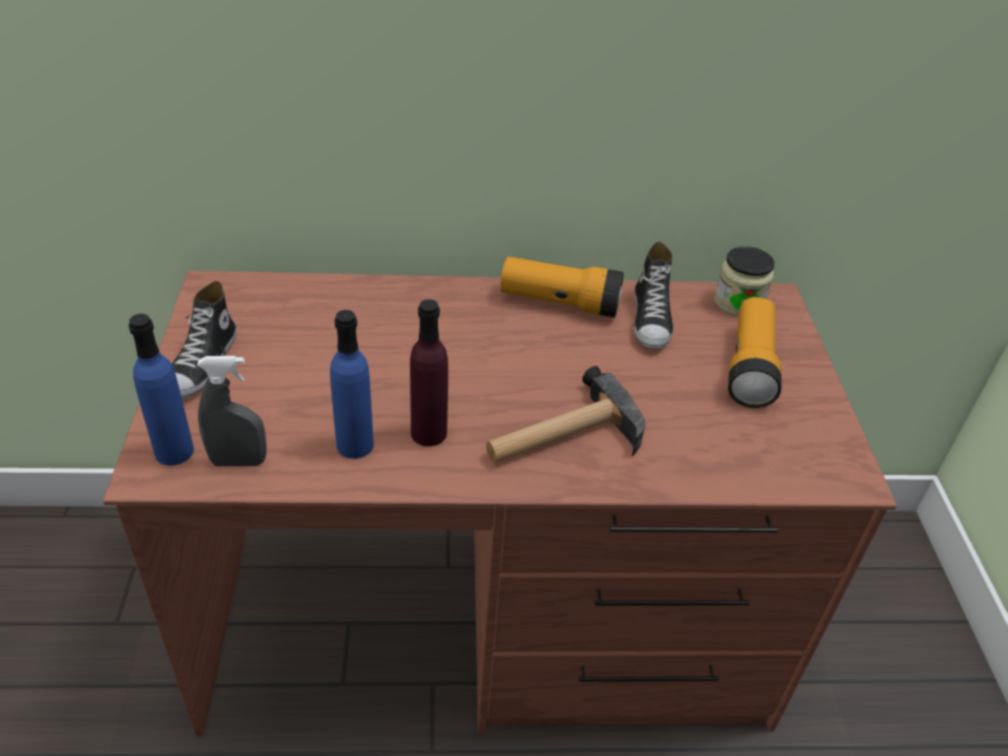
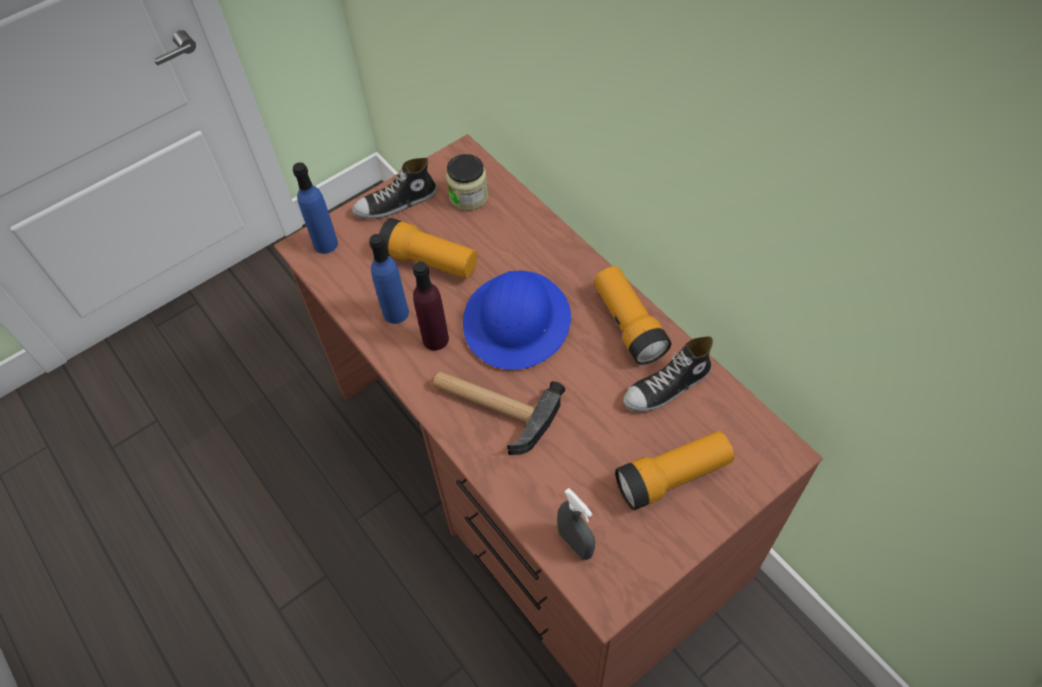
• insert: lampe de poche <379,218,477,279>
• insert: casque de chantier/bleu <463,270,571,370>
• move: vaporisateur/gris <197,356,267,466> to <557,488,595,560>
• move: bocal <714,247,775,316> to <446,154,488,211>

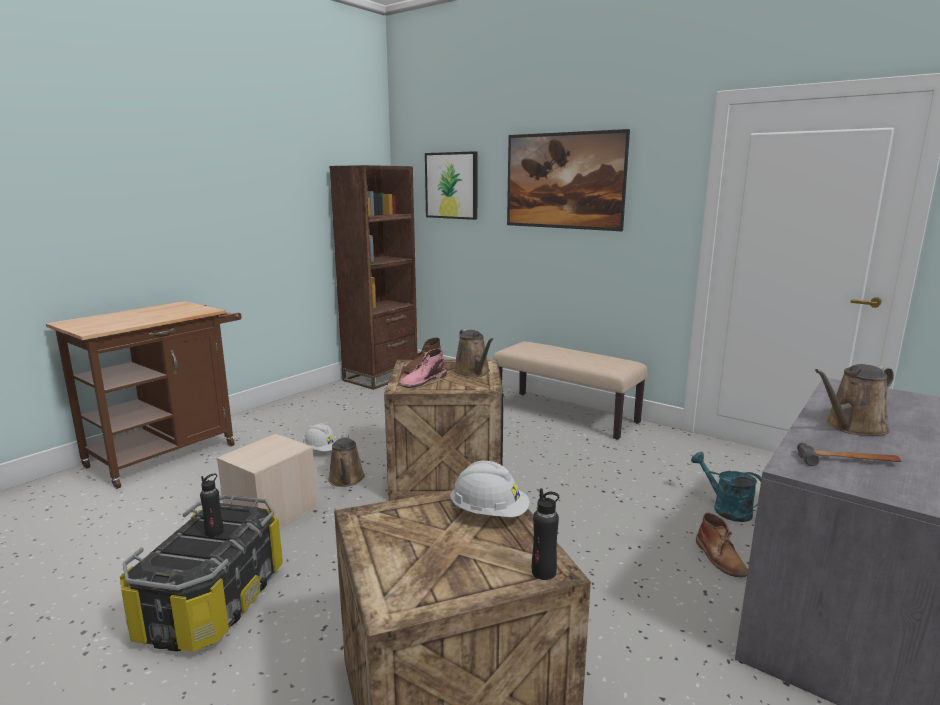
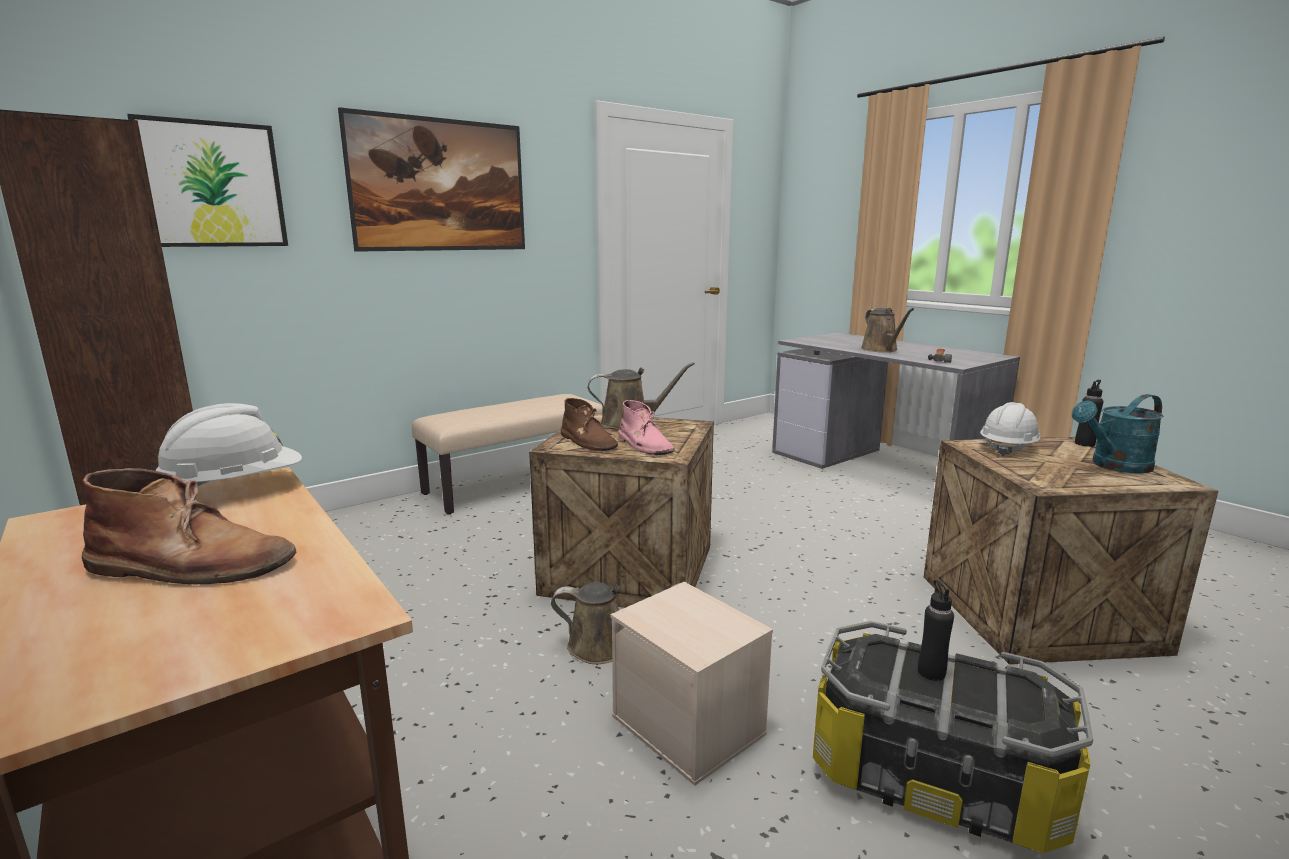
• move: casque de chantier/blanc <303,423,338,451> to <155,403,302,486>
• move: arrosoir/turquoise <691,452,762,522> to <1072,394,1163,473>
• move: botte/marron <696,513,748,577> to <82,468,297,584>

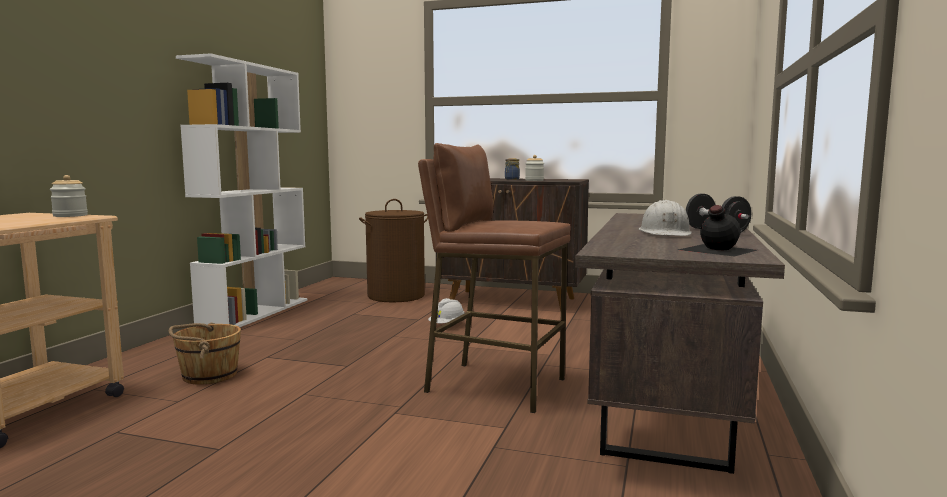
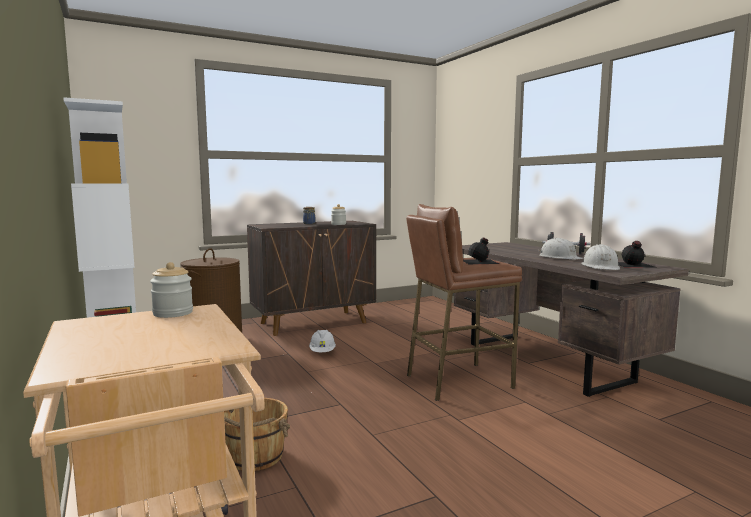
• insert: bouteille/noir <463,237,499,264>
• insert: casque de chantier/blanc <581,244,620,270>

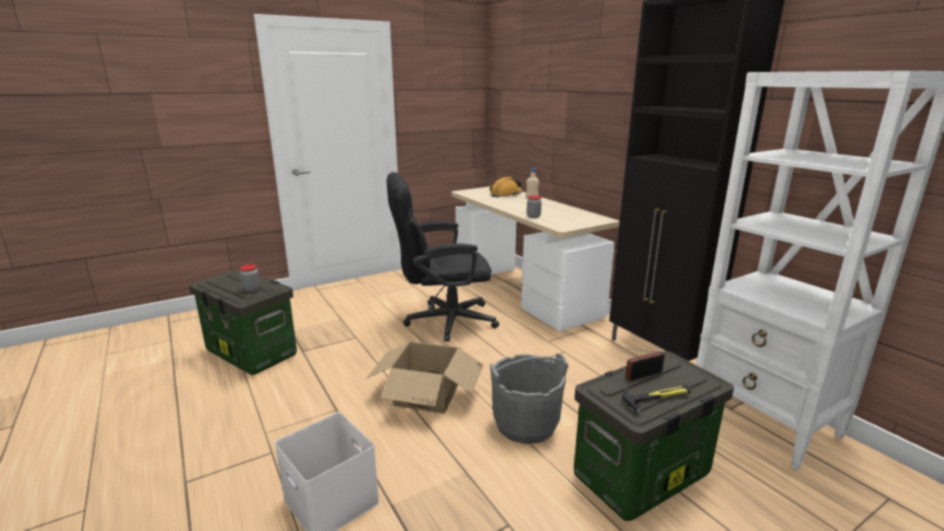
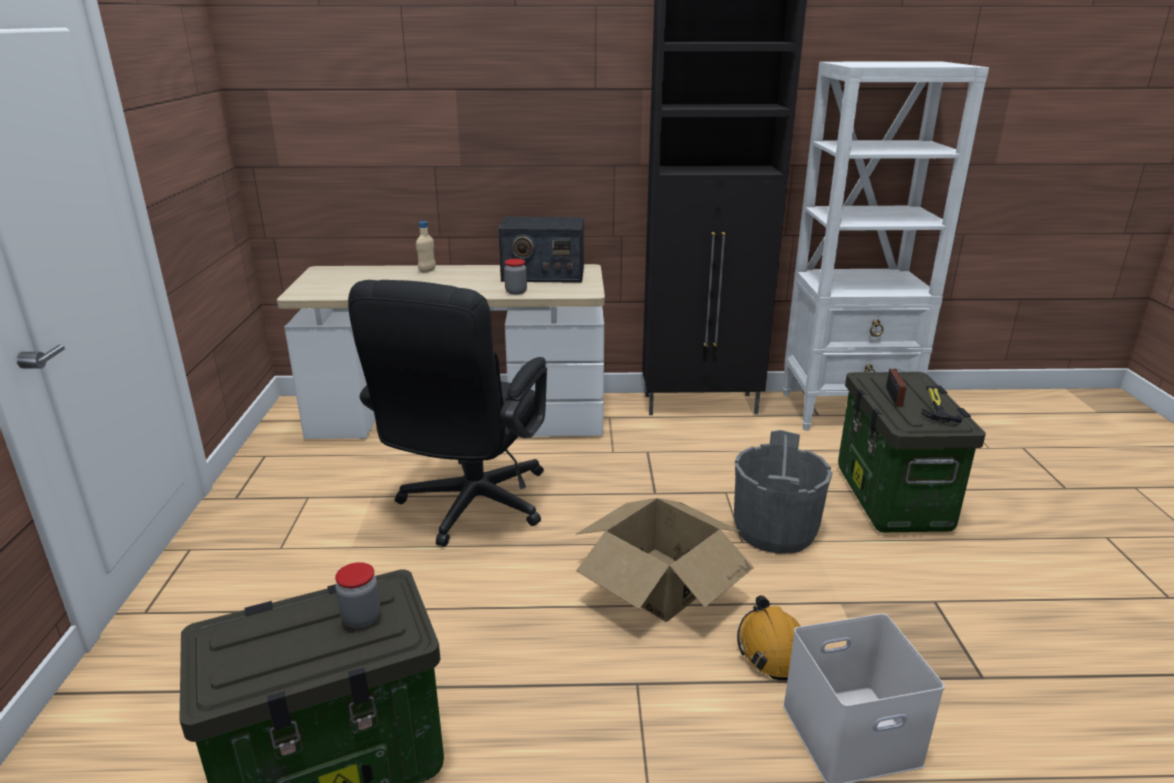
• insert: radio <498,217,584,283>
• move: casque de chantier/orange <489,177,523,197> to <737,595,800,680>

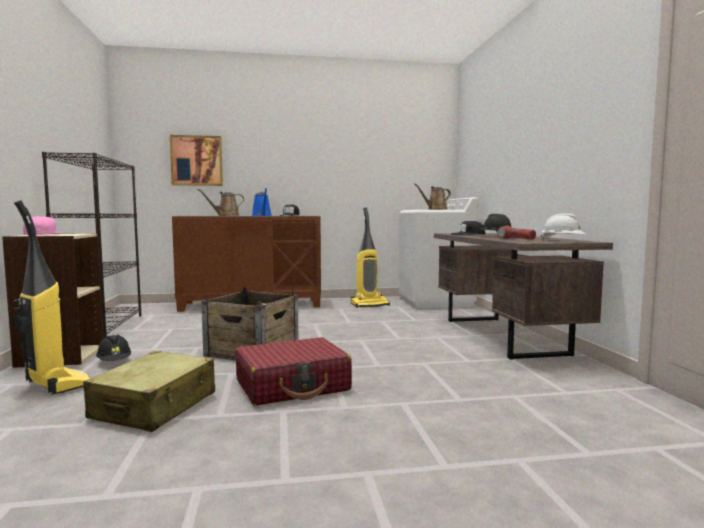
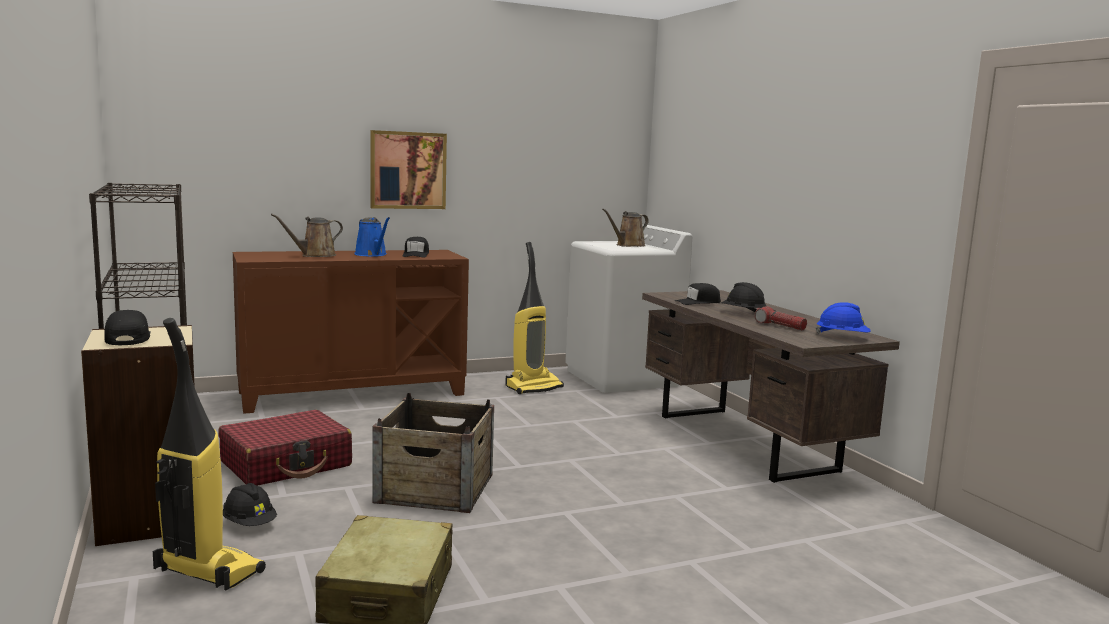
• move: tableau <170,135,223,186> to <370,130,447,209>
• move: valise/rouge <235,337,352,406> to <219,410,352,486>
• recolor: casquette/rose <23,216,64,235> to casquette/noir <104,310,151,345>
• recolor: casque de chantier/blanc <540,213,586,241> to casque de chantier/bleu <815,303,871,335>

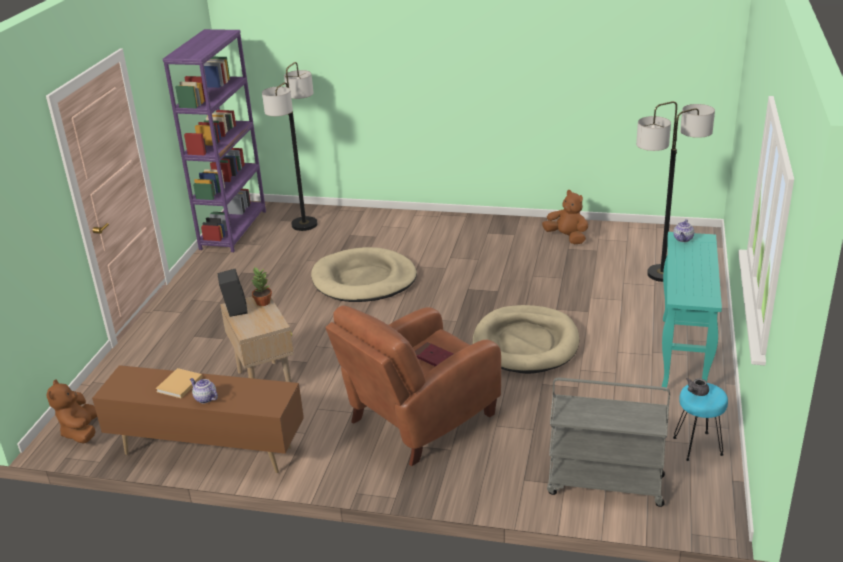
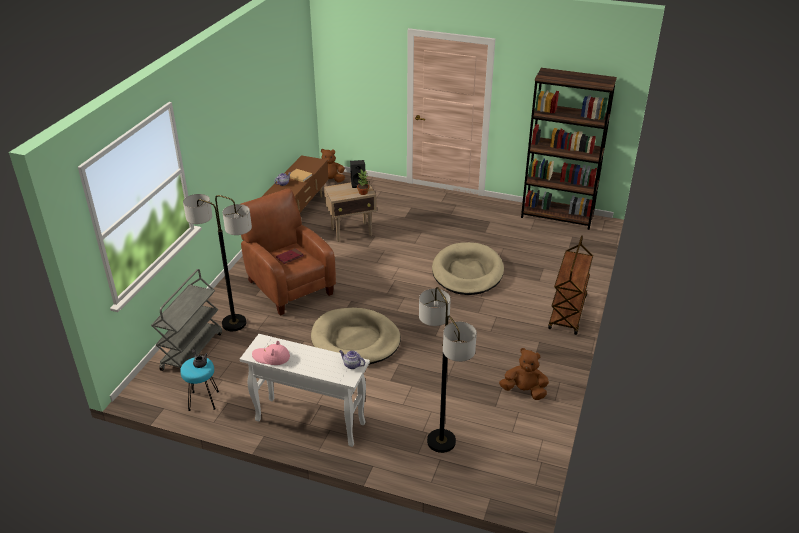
• insert: chapeau/rose <252,341,290,365>
• insert: chariot/marron <548,235,593,335>
• move: lampadaire <262,62,318,231> to <183,194,252,331>
• recolor: bibliothèque/violet <163,29,266,252> to bibliothèque/marron <521,68,617,230>
• recolor: table console/turquoise <662,232,722,391> to table console/blanc <240,334,370,447>
• rotate: peluche/marron <542,190,588,244> = <499,348,549,400> 120 degrees counterclockwise

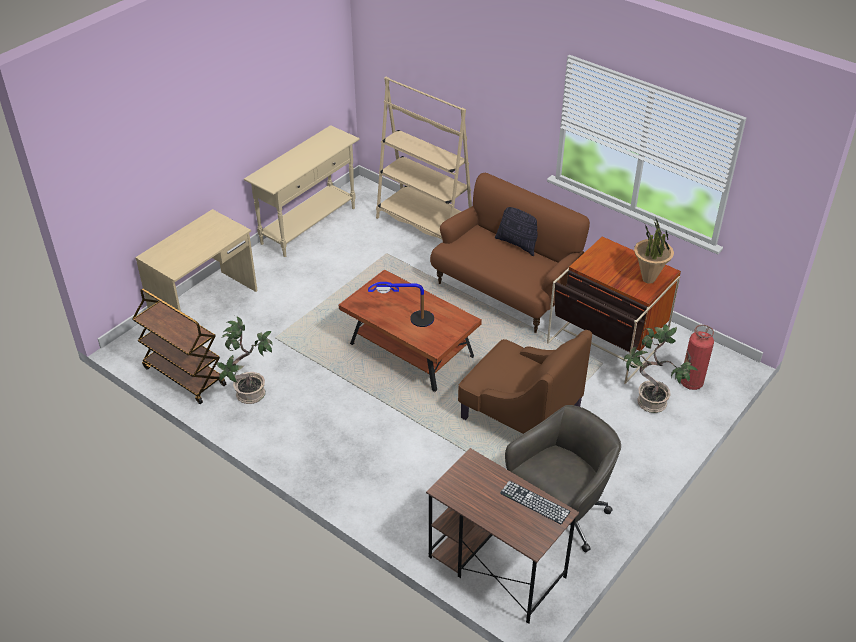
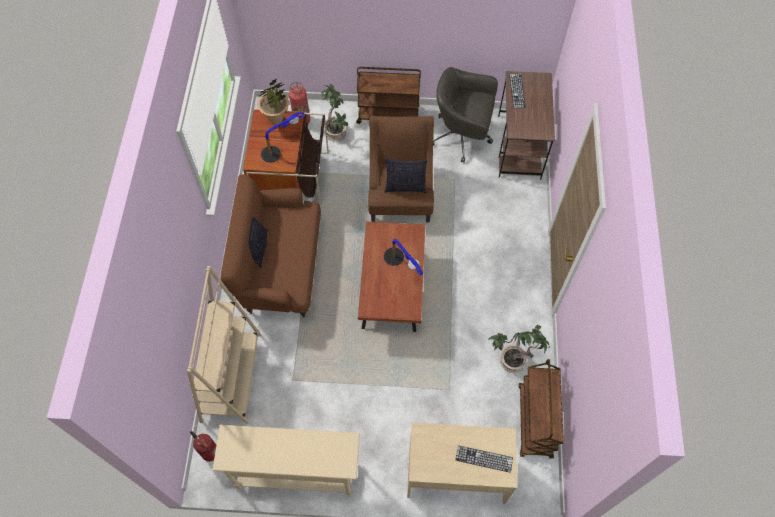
• insert: extincteur <190,431,216,461>
• insert: lampe de table <261,112,305,163>
• insert: chariot/marron <356,67,421,124>
• insert: coussin <384,158,428,193>
• insert: clavier <455,445,513,473>

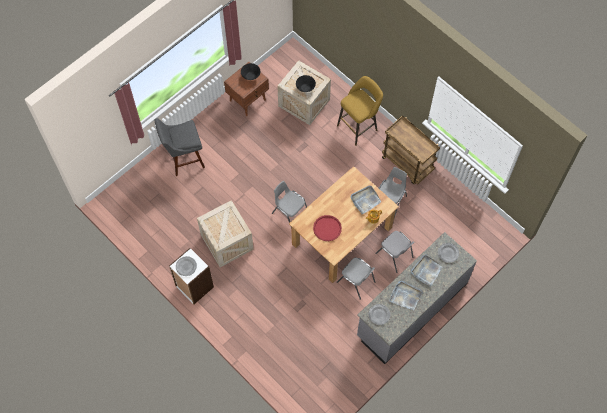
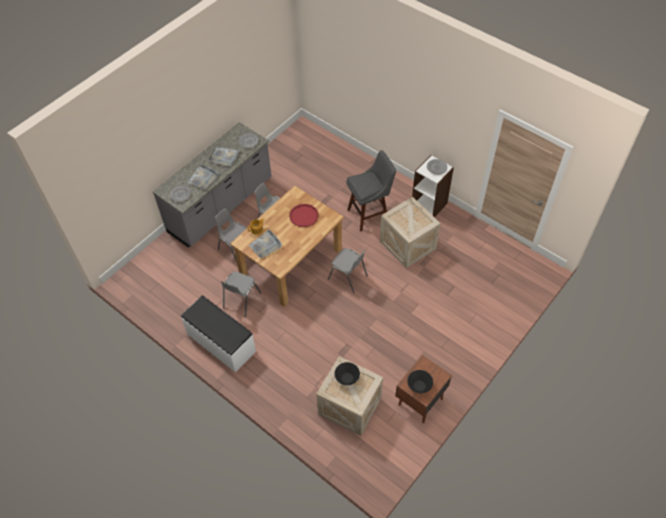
• delete: tabouret/jaune <337,76,383,146>
• move: tabouret/gris <155,118,205,176> to <346,150,396,231>
• replace: chariot/marron <382,115,440,184> to banc/blanc <181,296,256,372>

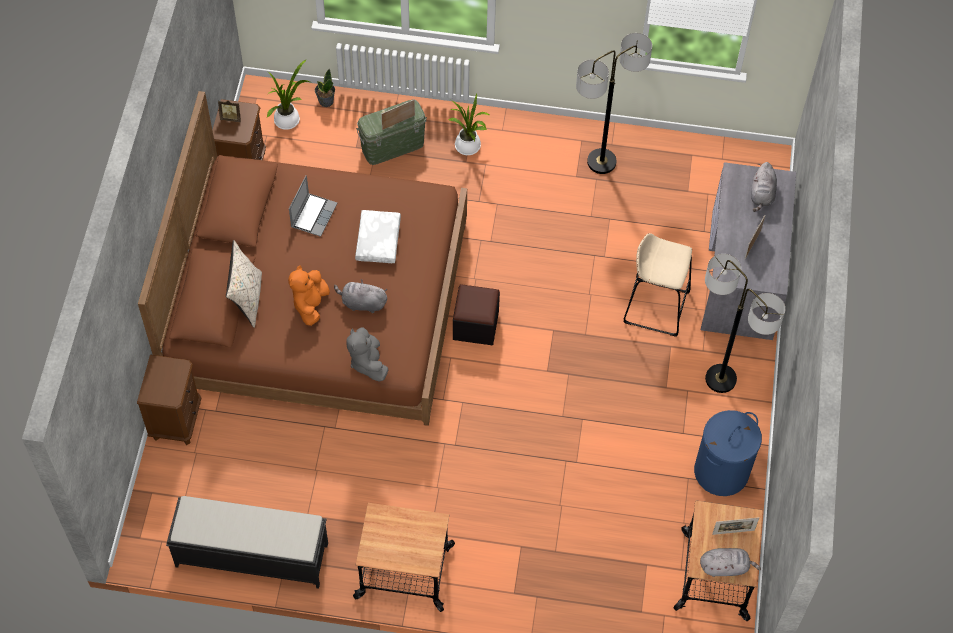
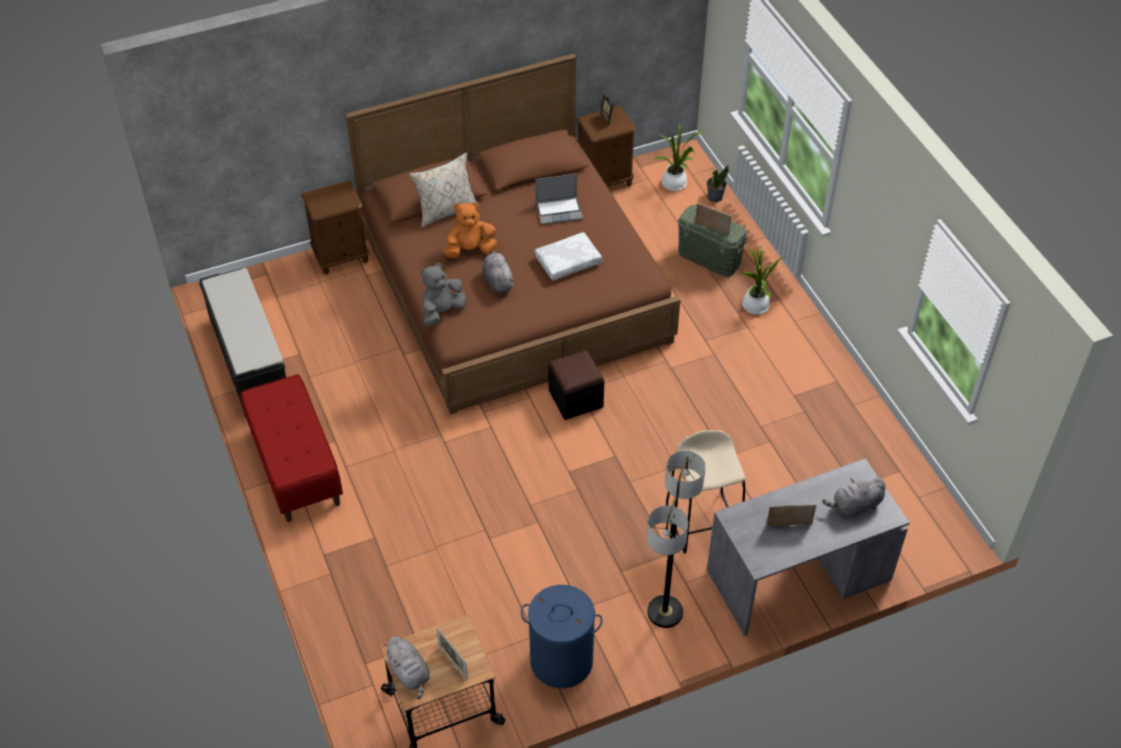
• delete: lampadaire <576,33,652,174>
• replace: chariot <353,503,455,612> to banc/rouge <241,375,343,522>

